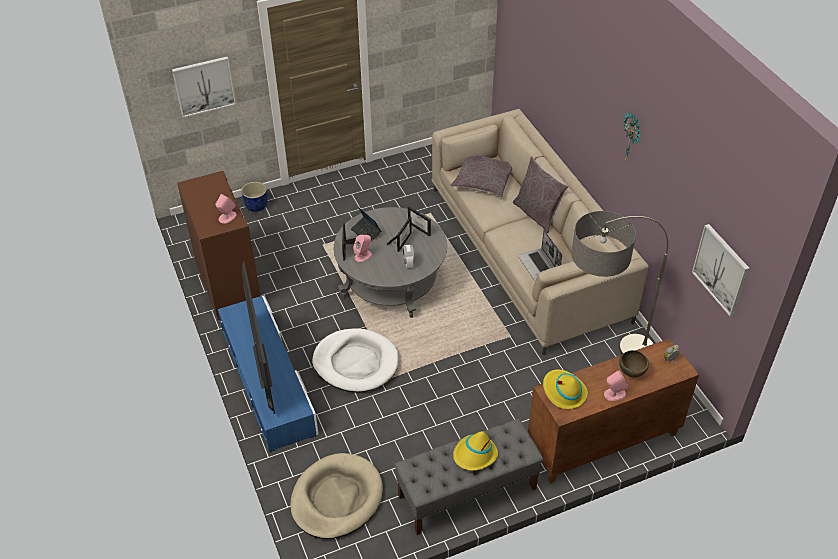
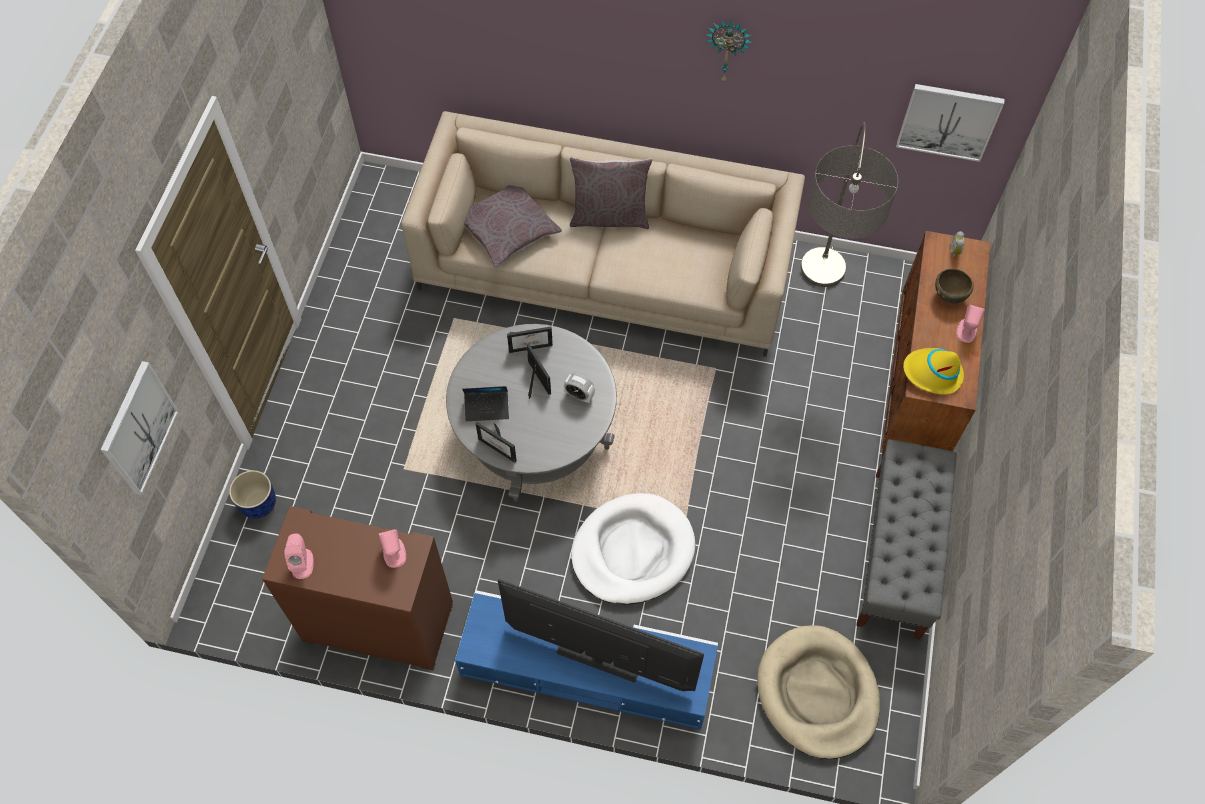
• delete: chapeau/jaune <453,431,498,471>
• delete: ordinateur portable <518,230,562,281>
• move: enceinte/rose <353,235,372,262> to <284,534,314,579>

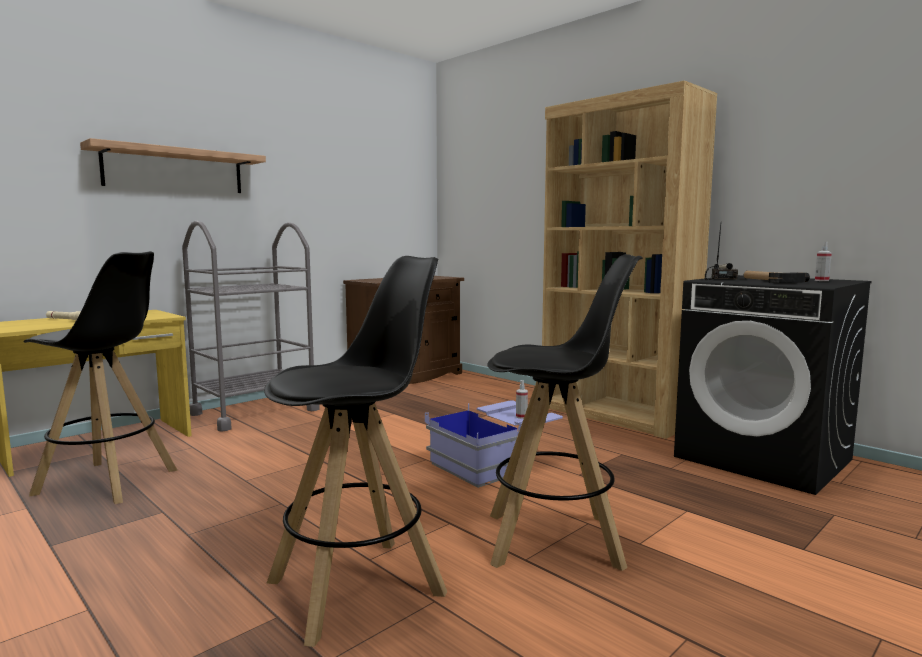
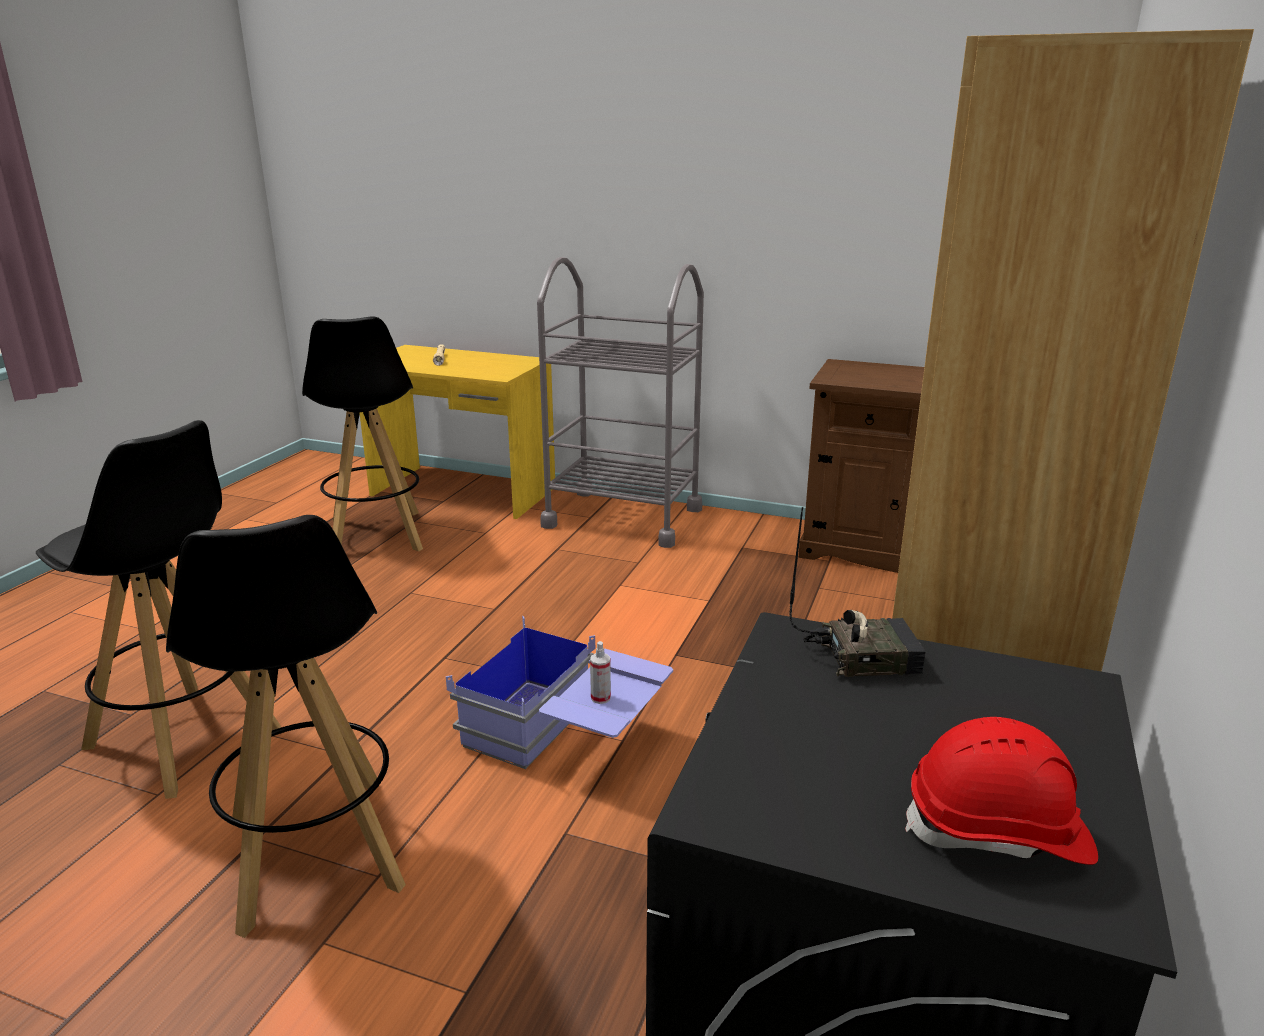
• delete: étagère <80,138,266,193>
• delete: marteau <744,271,810,283>
• replace: vaporisateur <815,241,832,281> to casque de chantier/rouge <905,717,1098,865>

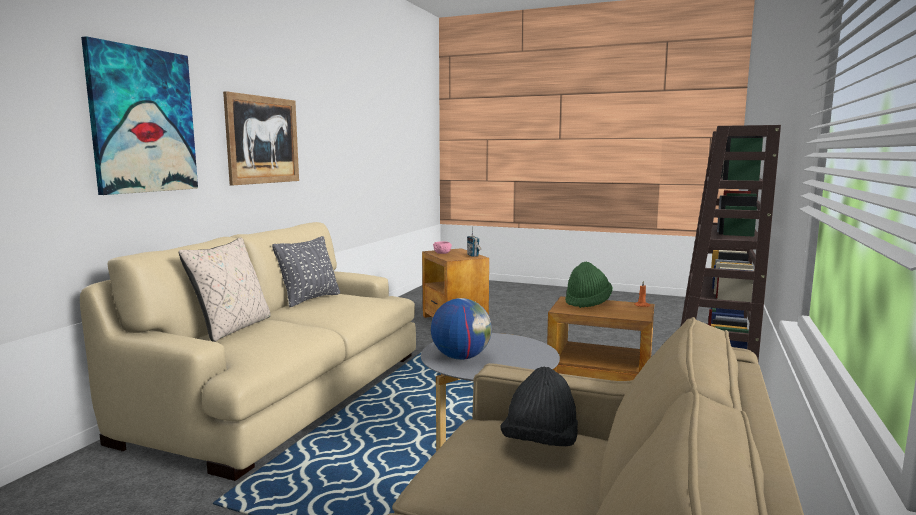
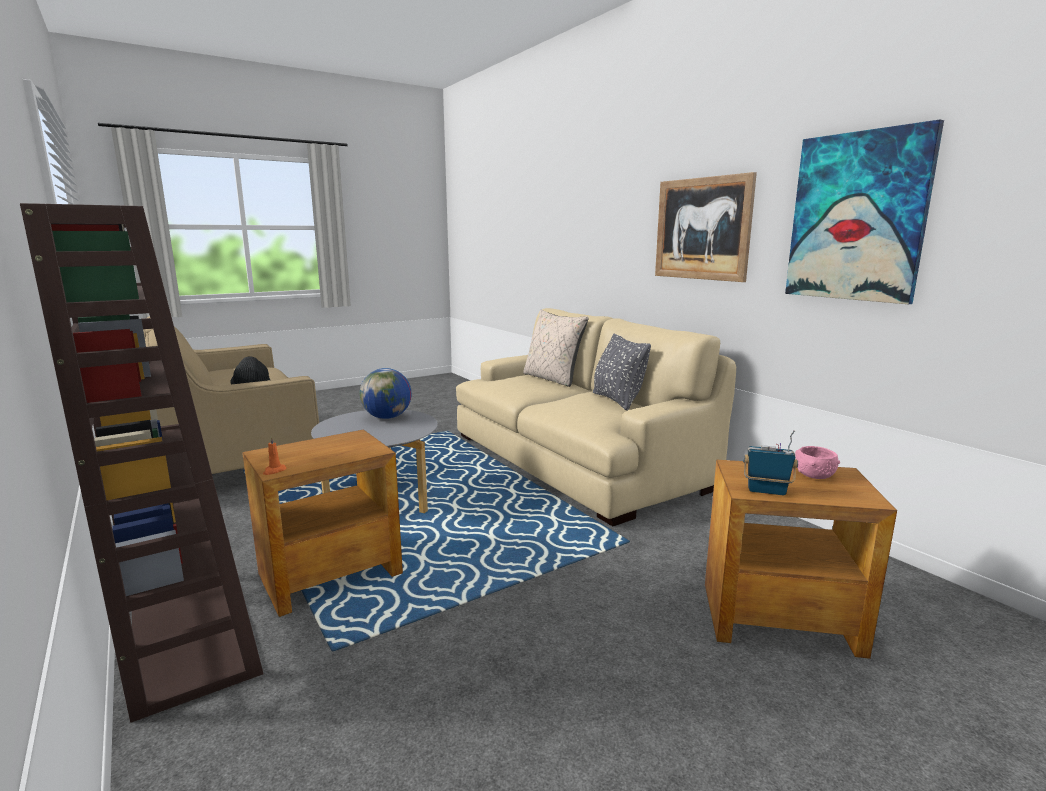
• delete: chapeau/vert <565,261,613,308>
• move: tableau <81,36,198,195> to <785,120,944,304>

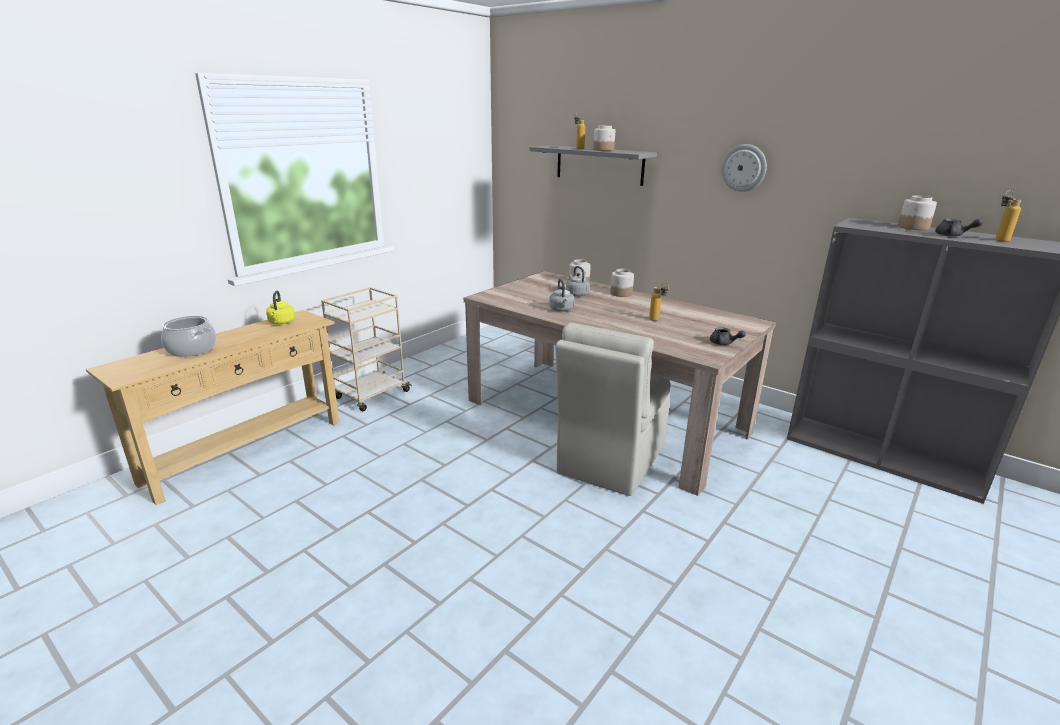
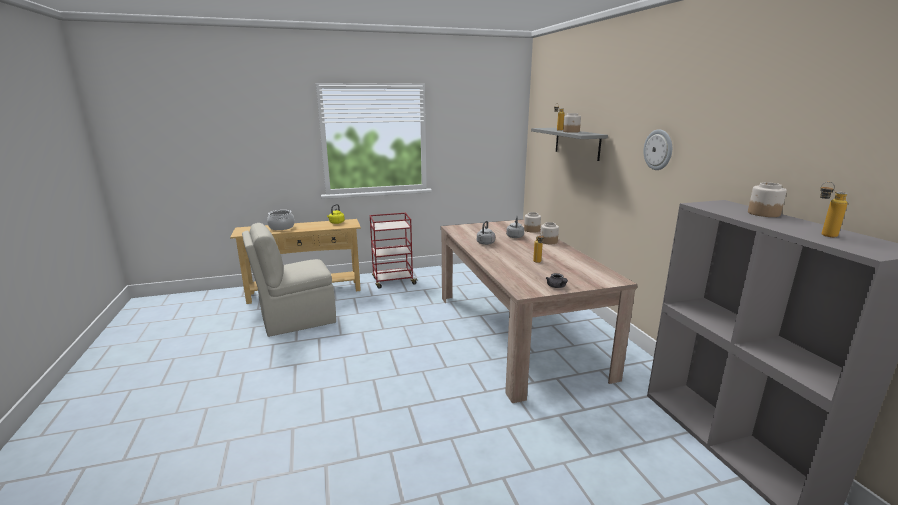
• delete: théière/gris <935,219,983,237>
• move: chaise/beige <556,323,671,496> to <242,223,336,337>
• recolor: chariot/beige <321,287,412,411> to chariot/rouge <370,213,419,289>

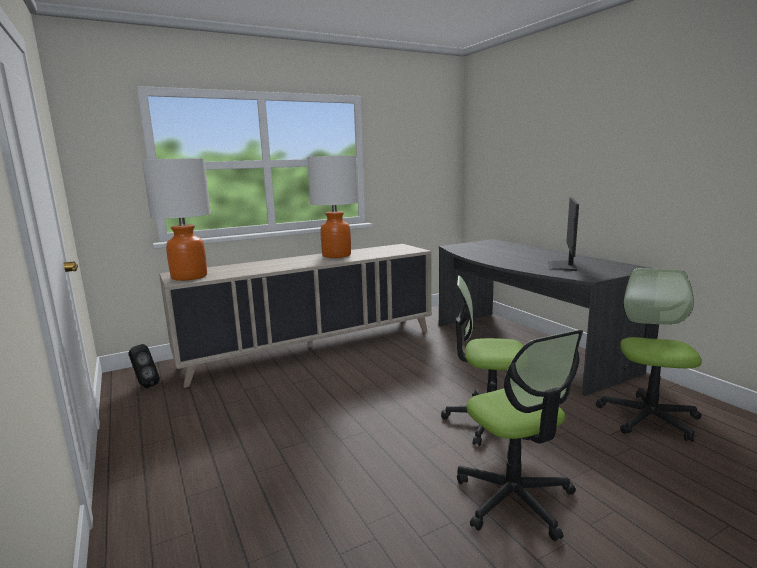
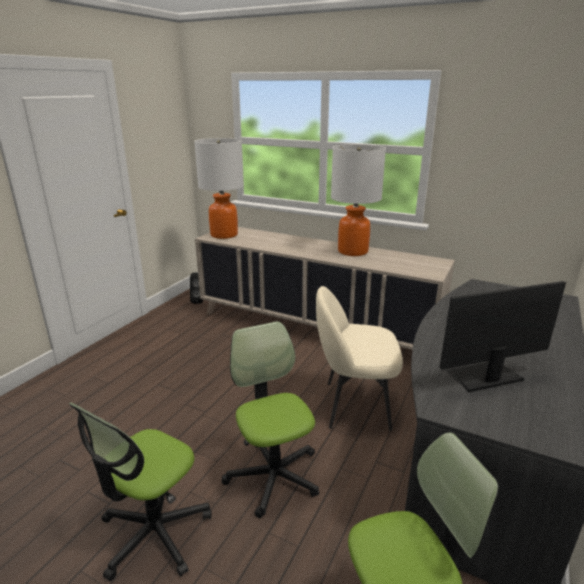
• insert: chaise/beige <316,286,403,431>

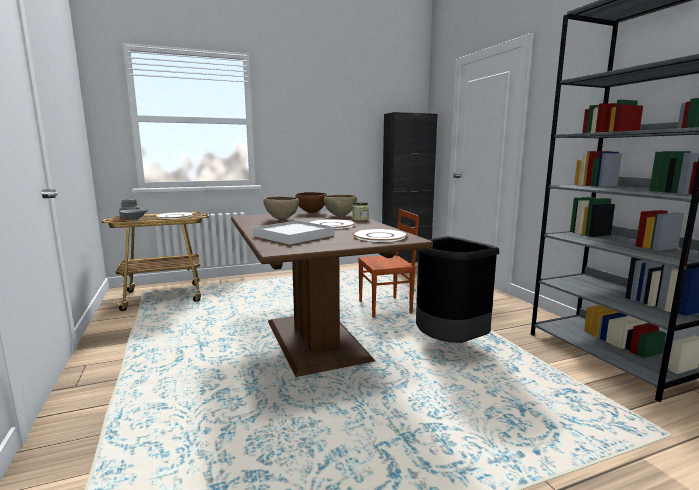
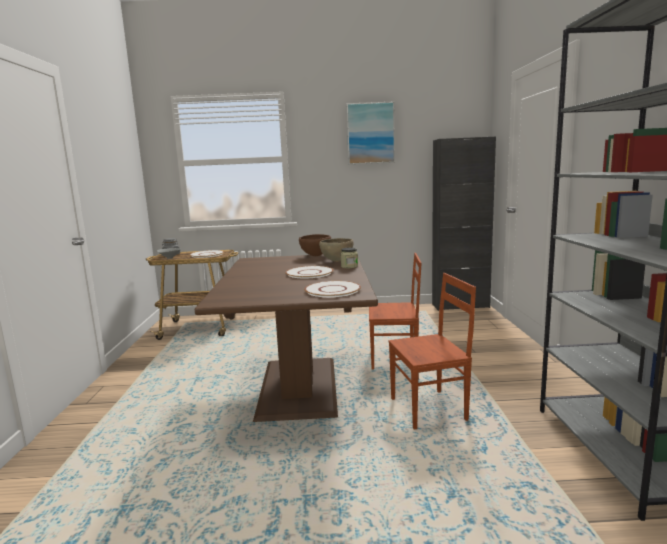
• delete: plateau/blanc <253,221,334,245>
• delete: bol/marron <263,196,299,220>
• insert: tableau <347,102,395,164>
• replace: poubelle/noir <416,236,499,343> to chaise/marron <388,273,476,430>

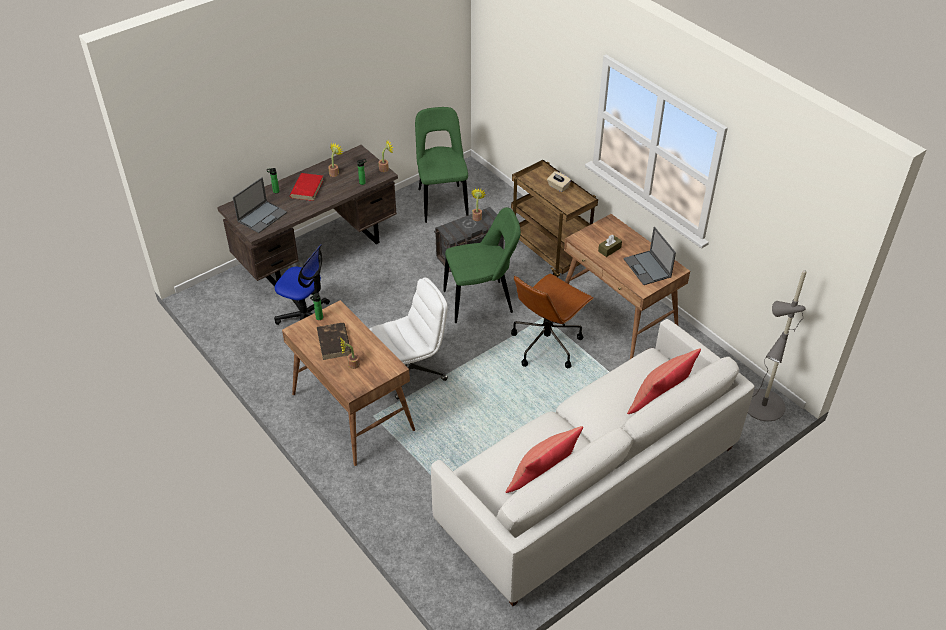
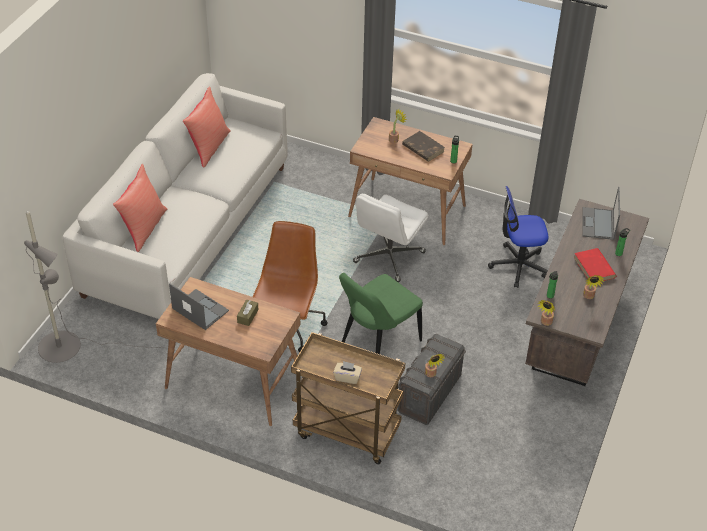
• delete: chaise/vert <415,107,469,223>

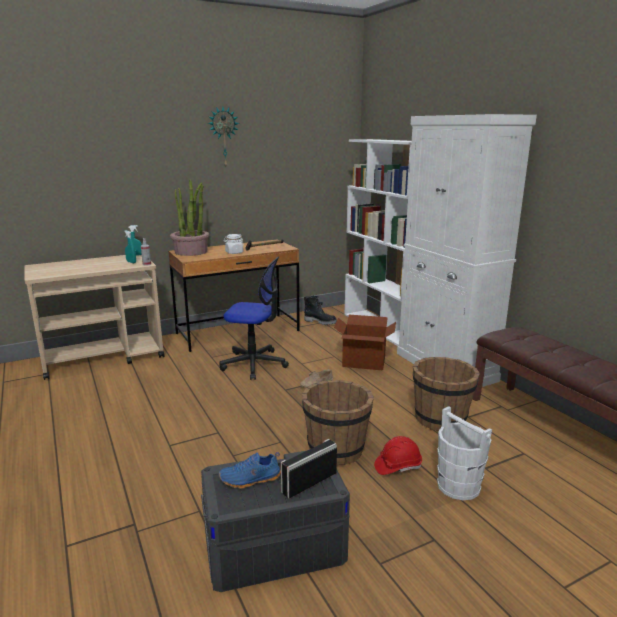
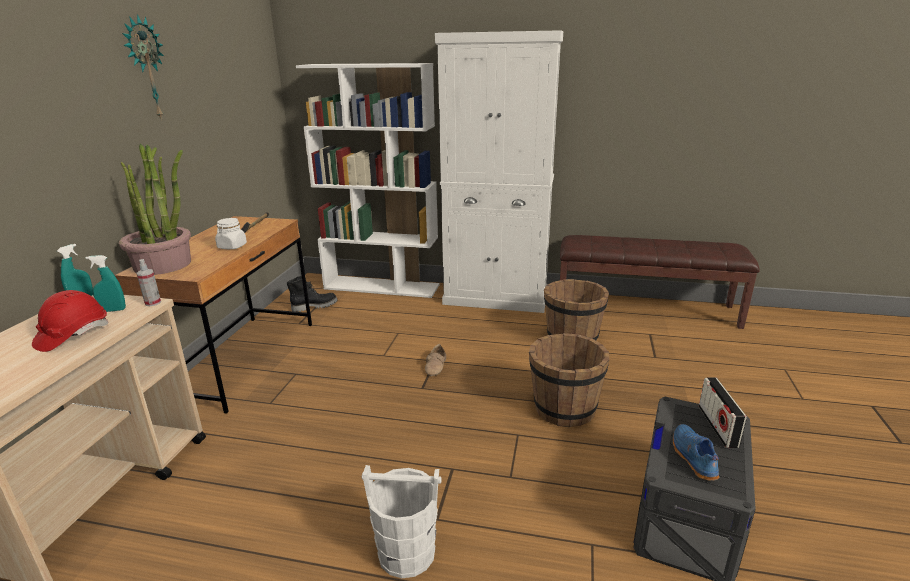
• delete: chaise de bureau <219,257,289,380>
• delete: carton <334,315,396,370>
• move: casque de chantier/rouge <374,436,422,475> to <32,290,108,352>
• move: seau/blanc <437,406,492,500> to <362,465,442,578>
• rotate: chaussure/bleu <219,452,281,489> = <673,424,719,481> 150 degrees clockwise

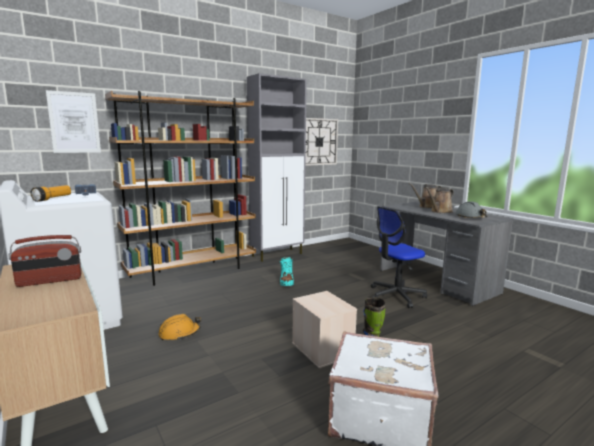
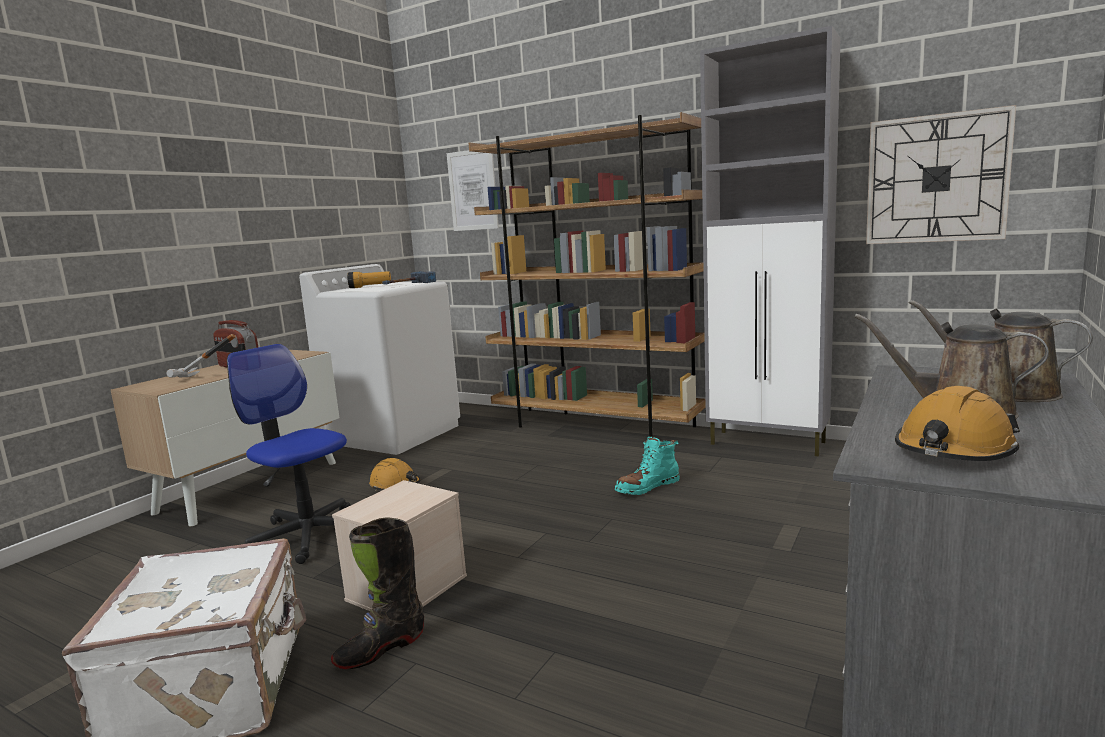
• insert: marteau <167,334,236,378>
• move: chaise de bureau <371,206,427,308> to <227,344,351,564>
• recolor: casque de chantier/gris <455,201,487,218> to casque de chantier/orange <895,386,1020,461>

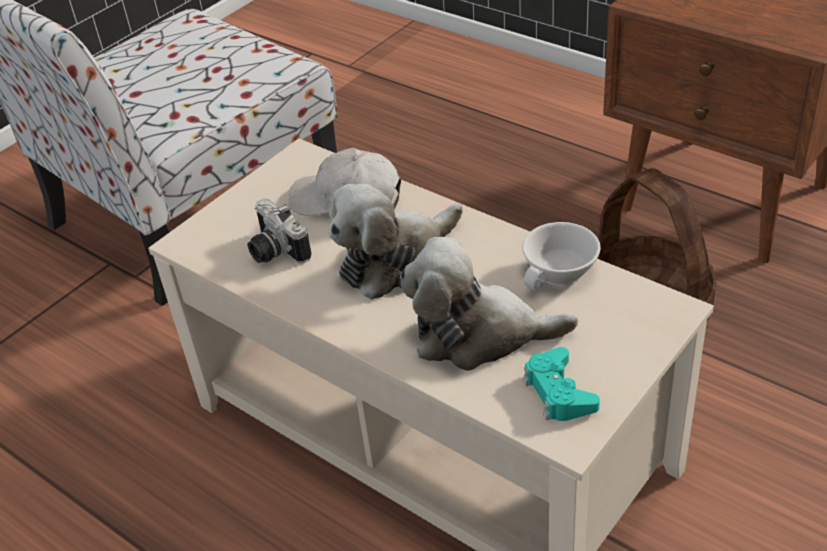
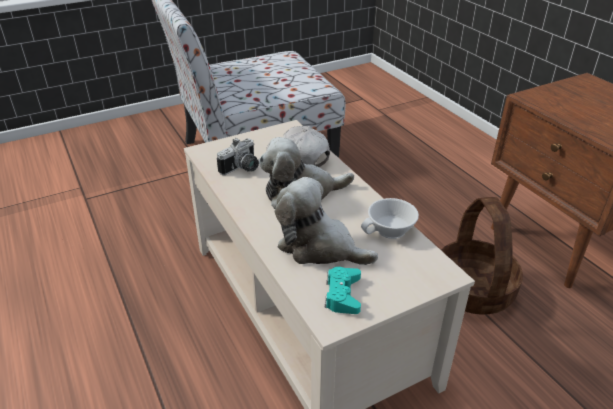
• rotate: appareil photo <248,199,311,263> = <217,138,259,175> 120 degrees counterclockwise

